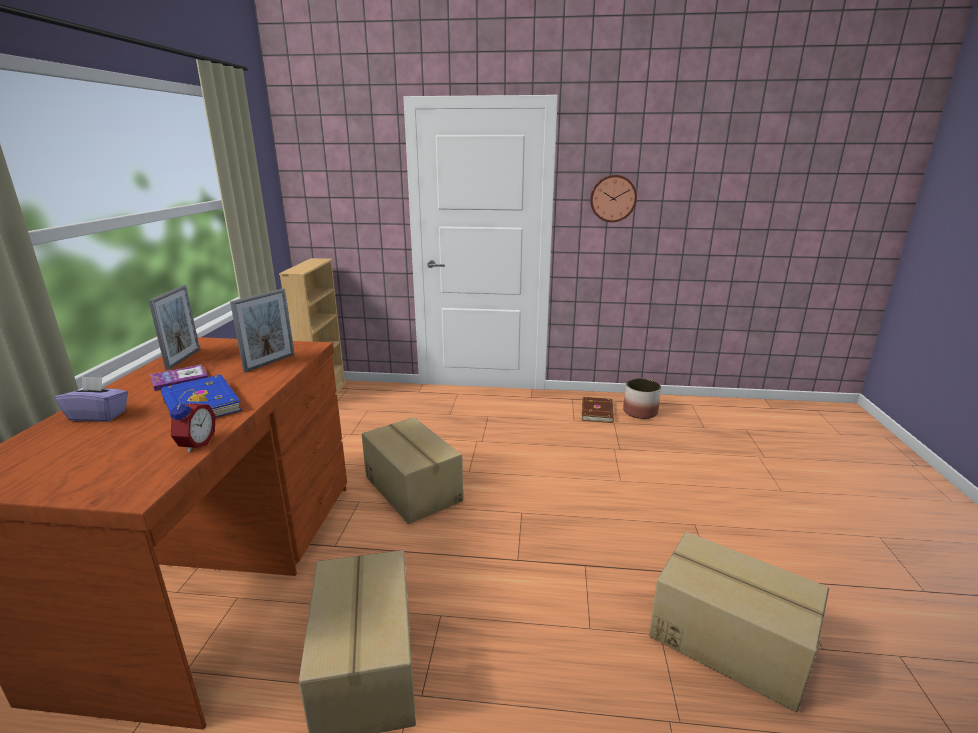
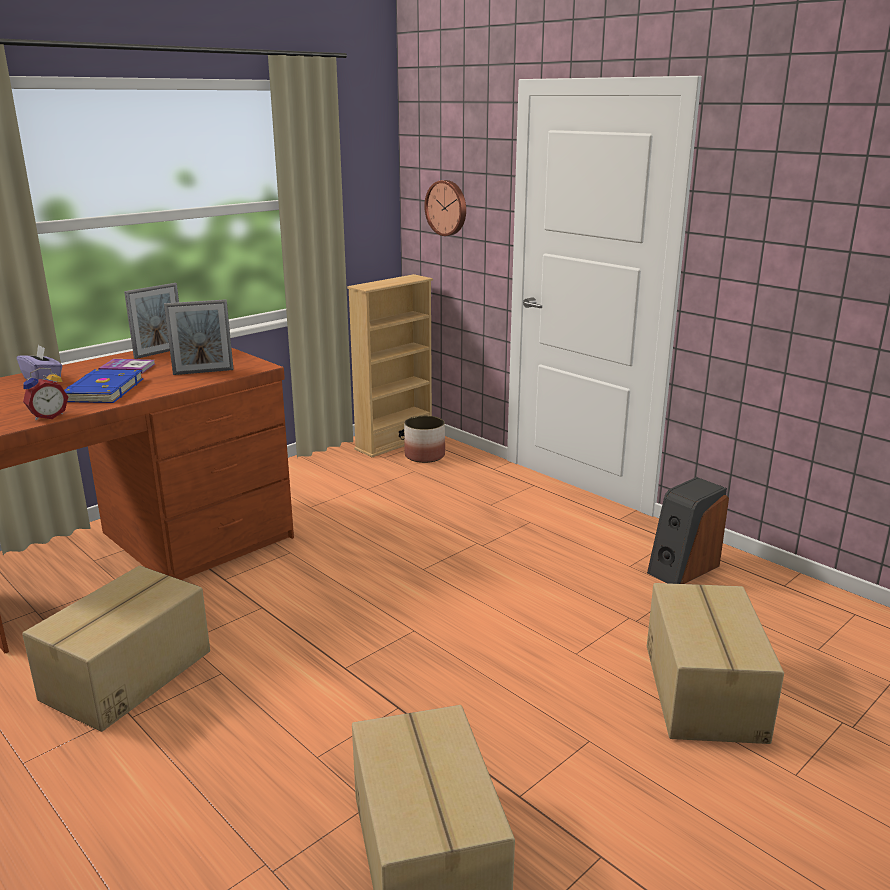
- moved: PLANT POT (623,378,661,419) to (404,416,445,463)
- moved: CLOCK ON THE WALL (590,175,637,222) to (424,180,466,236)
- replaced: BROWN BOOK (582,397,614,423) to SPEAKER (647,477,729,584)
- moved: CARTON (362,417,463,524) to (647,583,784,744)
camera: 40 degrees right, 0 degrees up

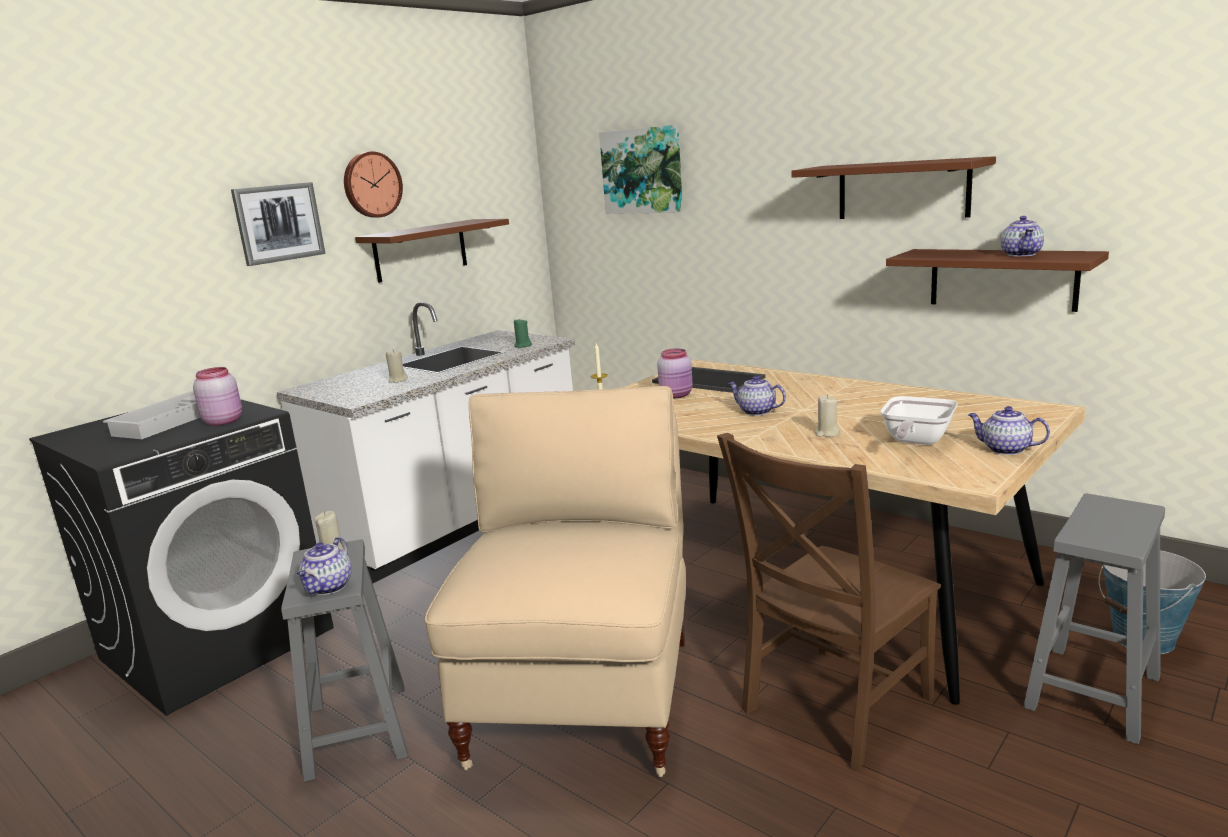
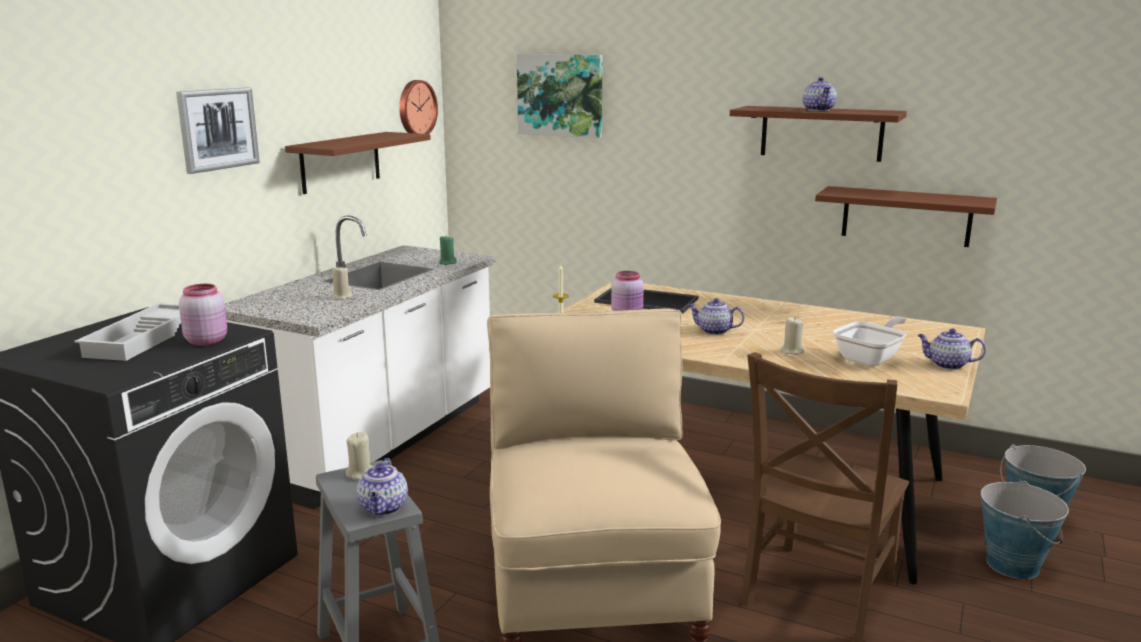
- moved: CLOCK ON THE WALL (344,151,403,218) to (399,80,438,134)
- moved: POT FOR TEA (1001,216,1044,256) to (803,77,837,111)
- turned: PAN (880,396,958,445) = (833,317,907,366) 150 degrees counterclockwise
- replaced: GREYISH STOOL (1023,494,1165,745) to BUCKET (981,481,1069,579)
camera: 15 degrees left, 0 degrees up

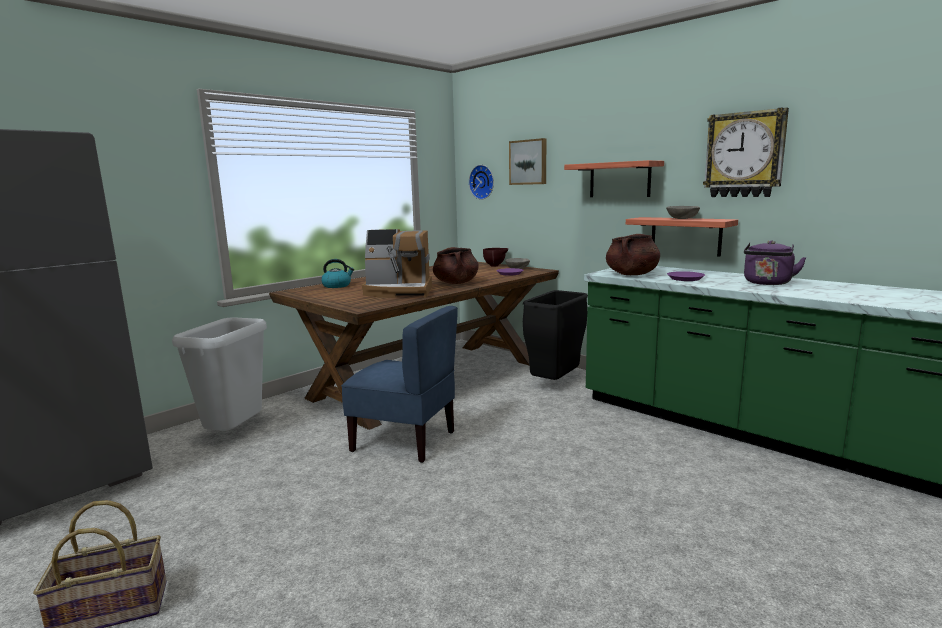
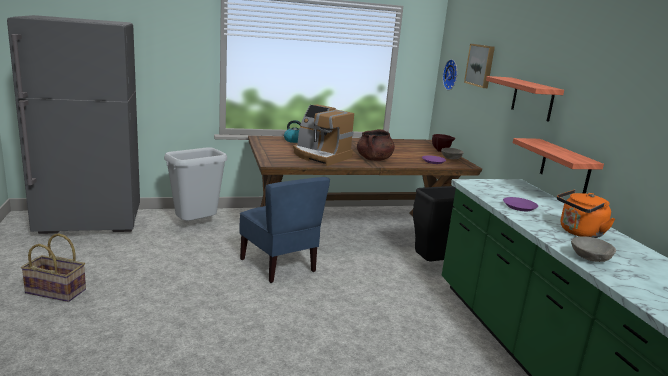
- recoloured: PURPLISH TEA KETTLE (744,240,807,285) to ORANGEY TEA KETTLE (557,190,615,238)
- moved: GREYISH BOWL (666,206,700,219) to (571,236,616,262)
- removed: BROWN SAUCEPOT (606,234,660,275)
- removed: CLOCK ON THE WALL (703,108,789,197)
camera: 30 degrees right, 5 degrees up

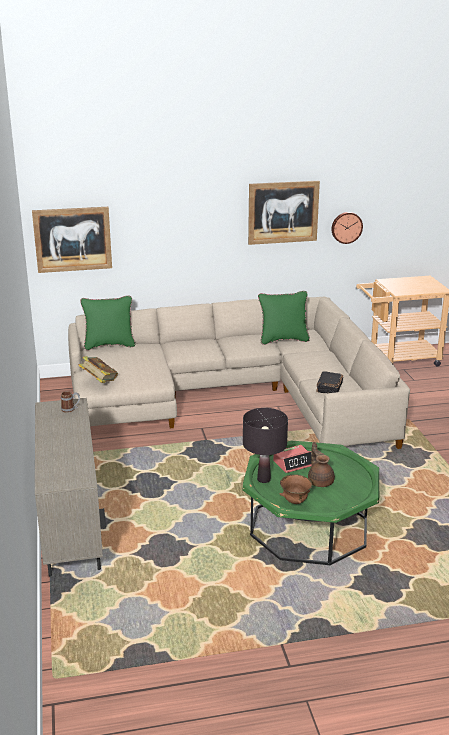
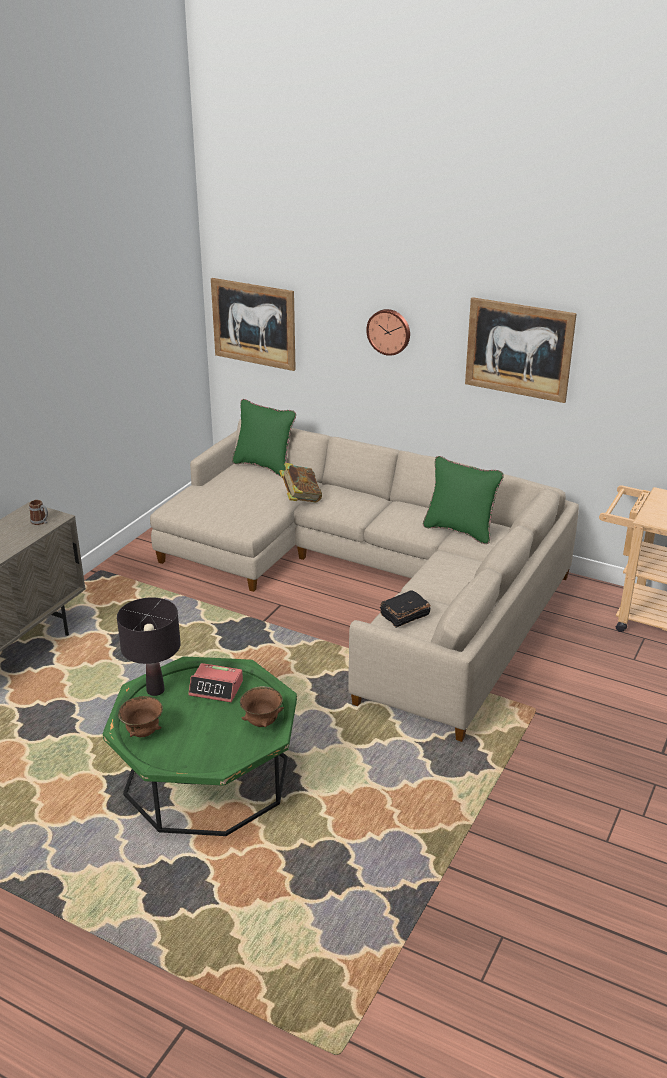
- added: BROWN BOWL (240,686,284,727)
- moved: BOOK (78,356,118,383) to (279,463,322,502)
- moved: CLOCK ON THE WALL (332,212,363,244) to (366,309,410,356)
- removed: BROWN POT FOR TEA (308,442,335,487)
camera: 40 degrees right, 5 degrees up

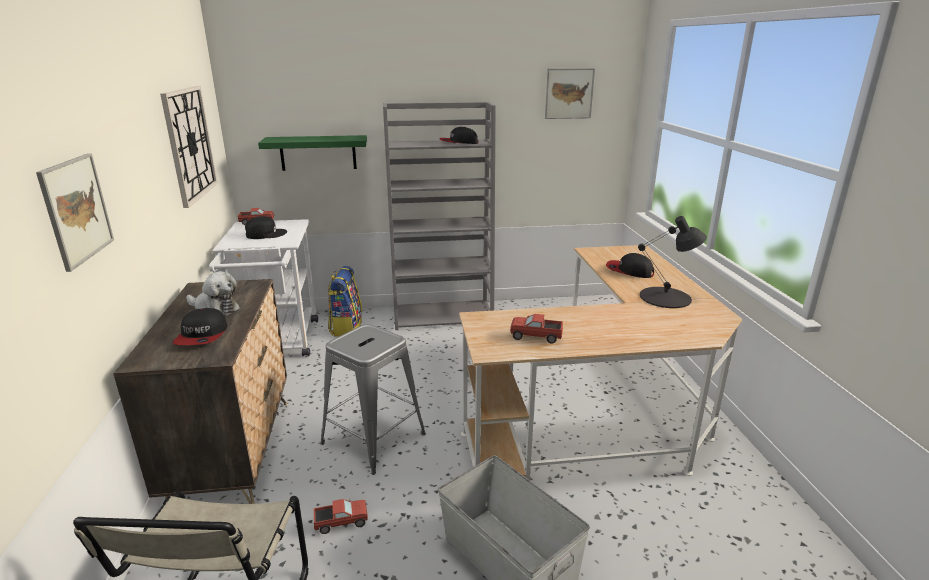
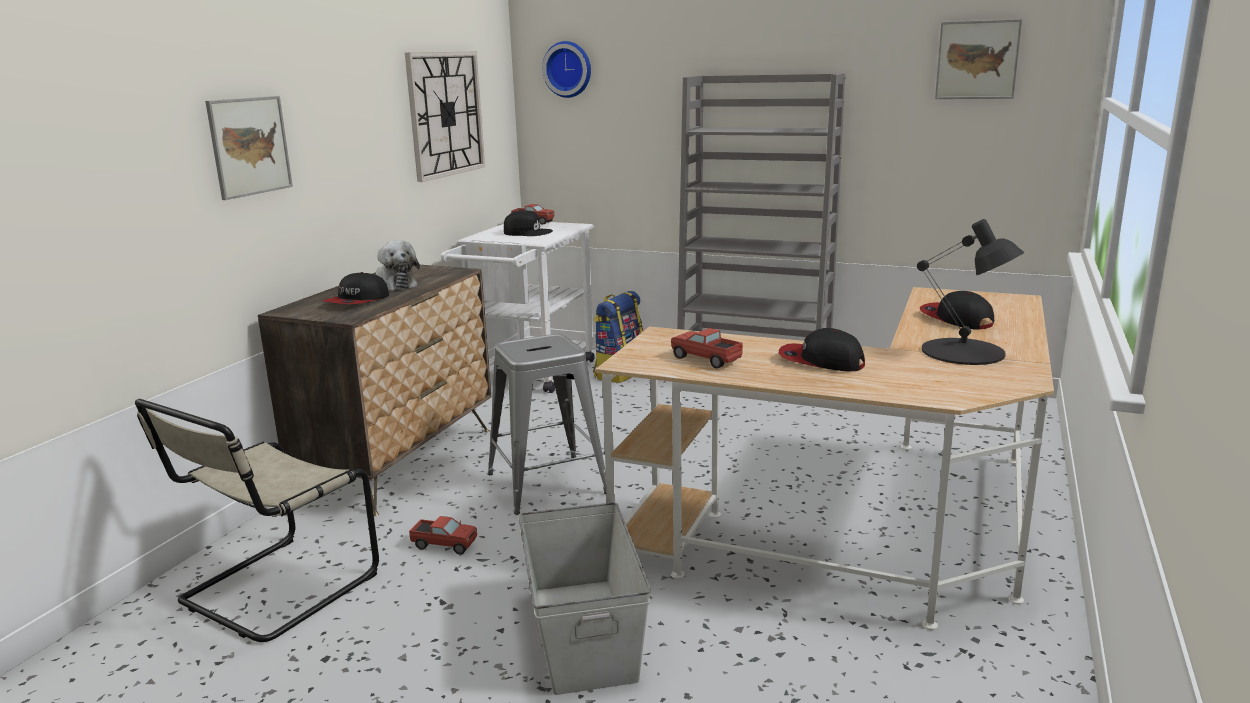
- added: CLOCK ON THE WALL (542,41,591,98)
- moved: BASEBALL CAP (439,127,479,144) to (779,328,865,371)
- removed: GREEN SHELF (258,135,367,171)
camera: 30 degrees right, 5 degrees down

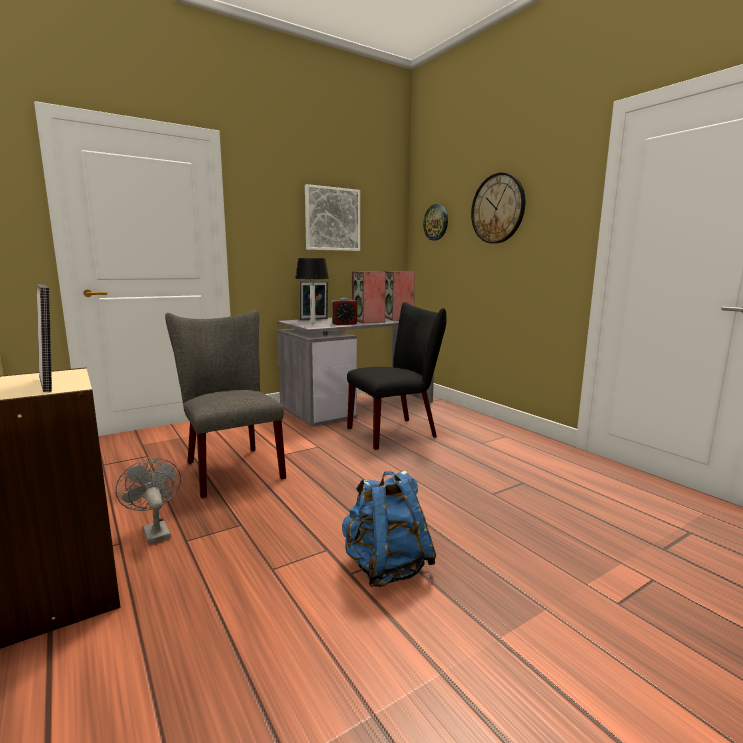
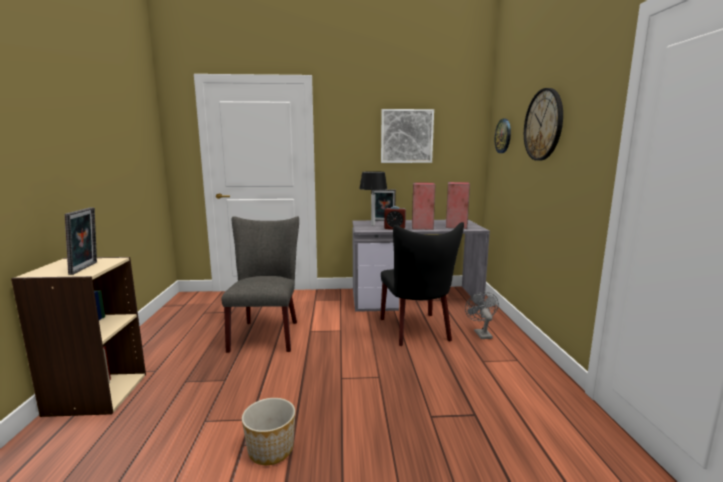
- replaced: BLUE-COLOURED BACKPACK (342,470,436,587) to PLANT POT (242,398,295,465)
- turned: BLACK UPRIGHT CHAIR (347,302,447,450) = (380,222,464,346) 75 degrees clockwise
- moved: GREYISH COOLING FAN (115,458,181,544) to (465,292,499,339)
camera: 30 degrees right, 0 degrees up

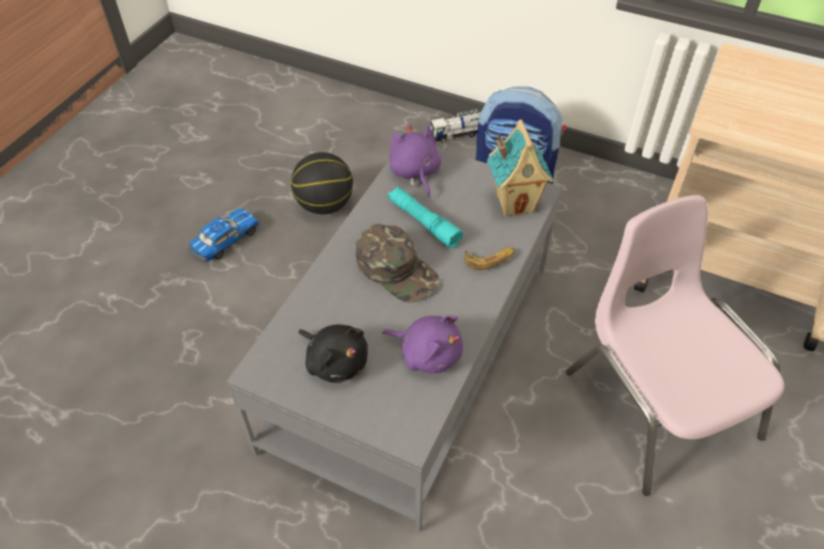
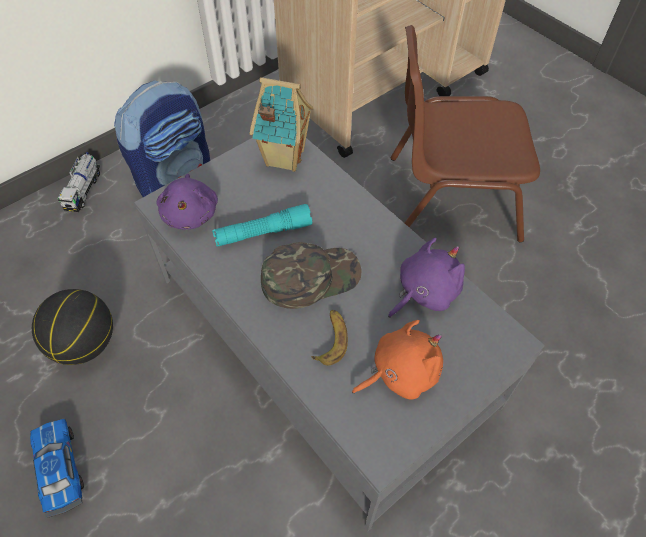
- turned: PURPLISH CUDDLY TOY (389,123,441,197) = (156,174,218,230) 105 degrees counterclockwise
- moved: WHOLE BANANA (465,247,515,270) to (311,310,348,366)
- recoloured: BLACK CUDDLY TOY (298,324,368,383) to ORANGEY CUDDLY TOY (352,320,443,400)
- recoloured: PINK UPRIGHT CHAIR (566,195,785,496) to BROWN UPRIGHT CHAIR (390,25,540,243)
camera: 65 degrees left, 5 degrees up

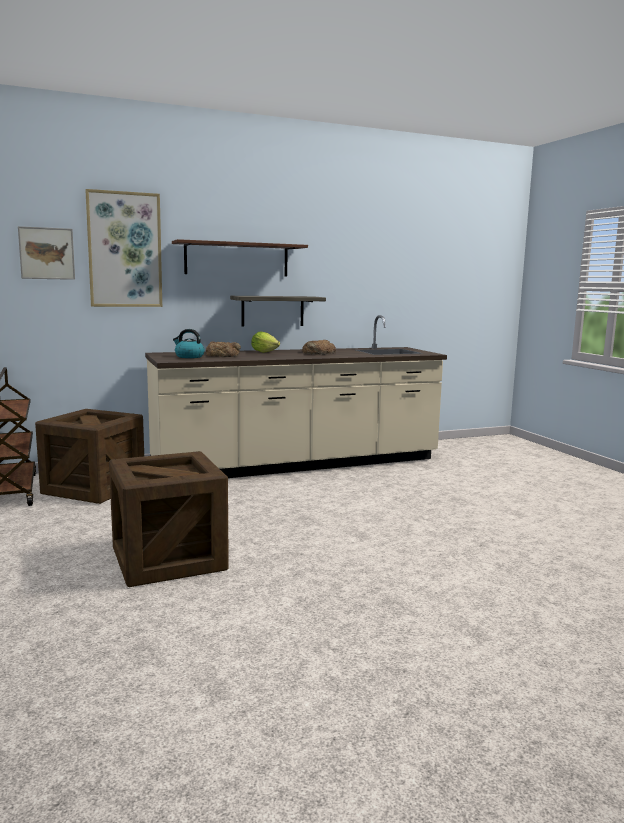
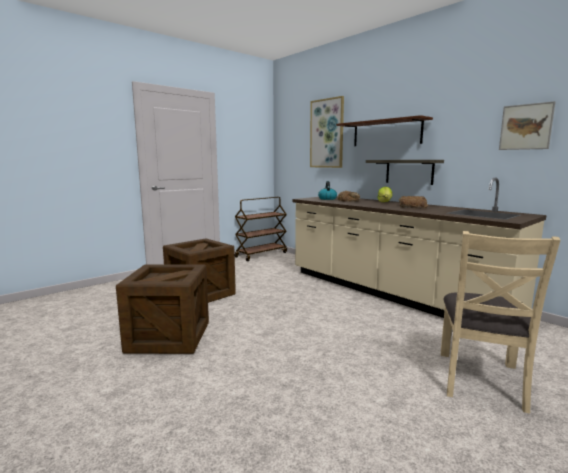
- moved: CRATE (35,409,144,504) to (116,265,209,354)
- added: BEIGE-COLOURED UPRIGHT CHAIR (441,231,561,414)
- moved: WALL PICTURE (18,226,75,280) to (499,101,555,150)
camera: 70 degrees right, 0 degrees up

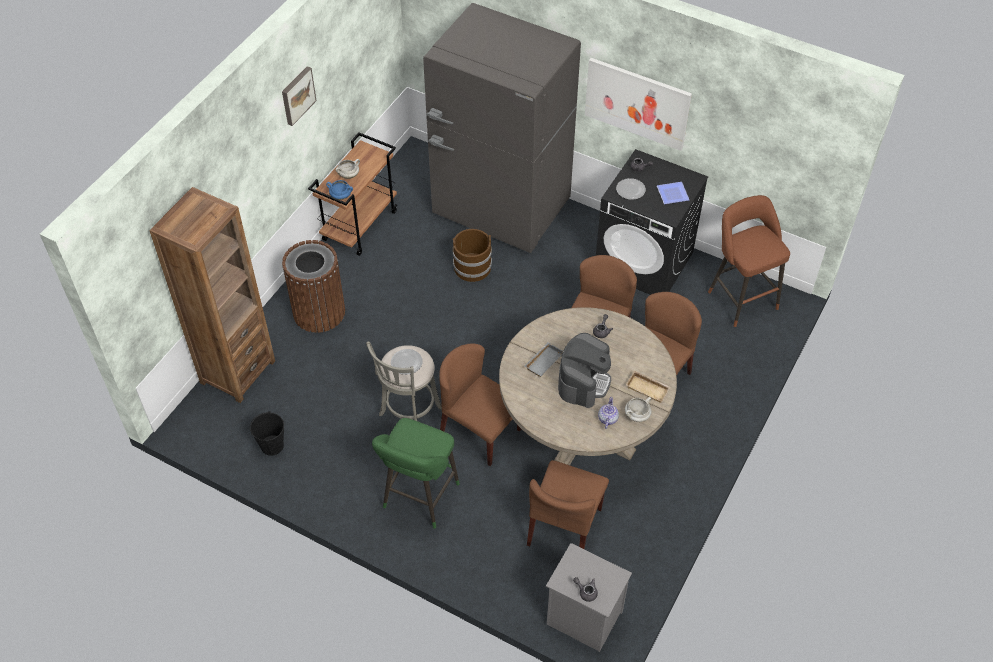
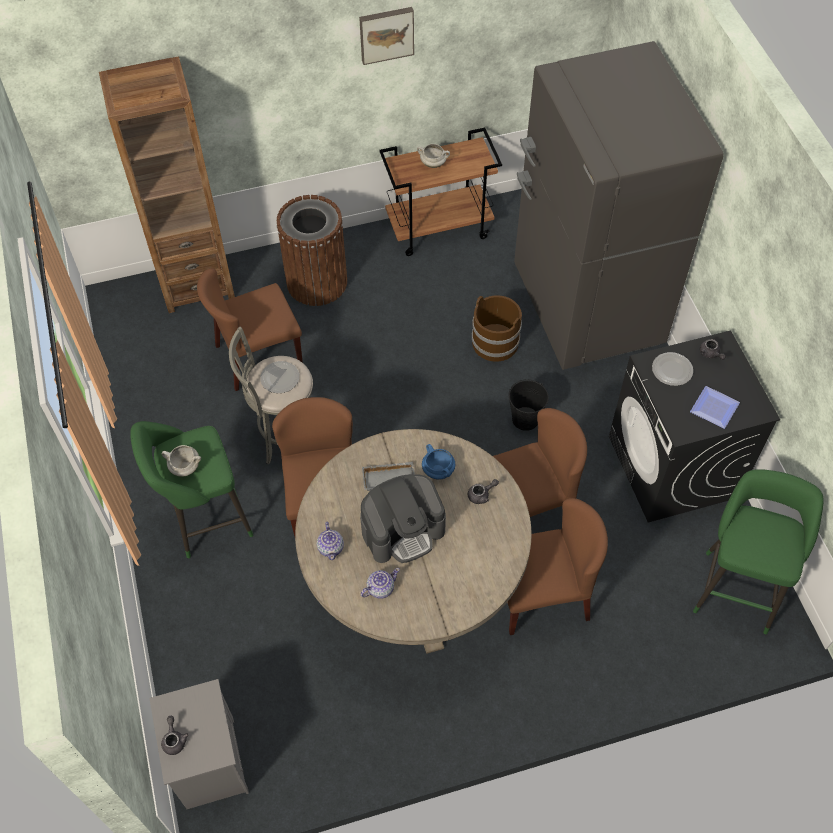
- moved: WHITE SAUCEPOT (625,397,652,422) to (162,445,201,477)
- moved: BROWN UPRIGHT CHAIR (527,460,609,549) to (197,268,303,391)
- added: POT FOR TEA (317,522,344,560)
- moved: BLUE-COLOURED SAUCEPOT (326,180,353,200) to (422,444,455,480)
- moved: BLACK BUCKET (250,411,284,456) to (509,379,549,431)
- recoloured: BROWN STOOL (708,195,790,327) to GREEN STOOL (693,469,823,634)
- removed: WALL PICTURE (585,58,692,151)
- removed: BEIGE-COLOURED CARRYING TRAY (626,370,670,403)
camera: 45 degrees right, 5 degrees up

